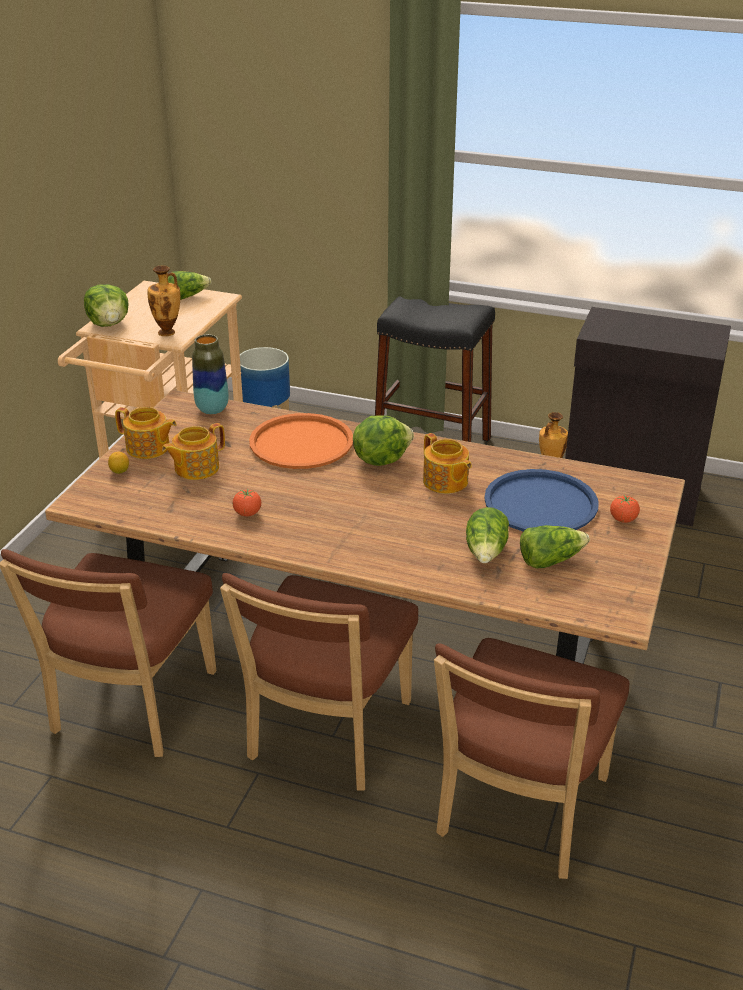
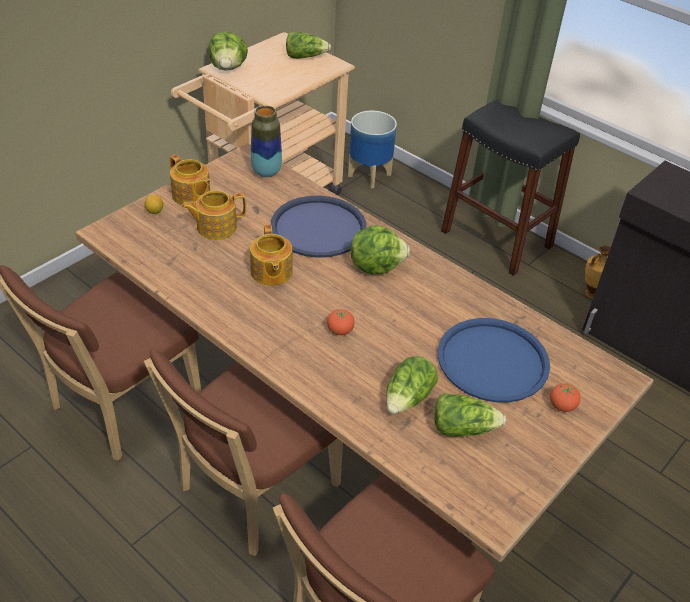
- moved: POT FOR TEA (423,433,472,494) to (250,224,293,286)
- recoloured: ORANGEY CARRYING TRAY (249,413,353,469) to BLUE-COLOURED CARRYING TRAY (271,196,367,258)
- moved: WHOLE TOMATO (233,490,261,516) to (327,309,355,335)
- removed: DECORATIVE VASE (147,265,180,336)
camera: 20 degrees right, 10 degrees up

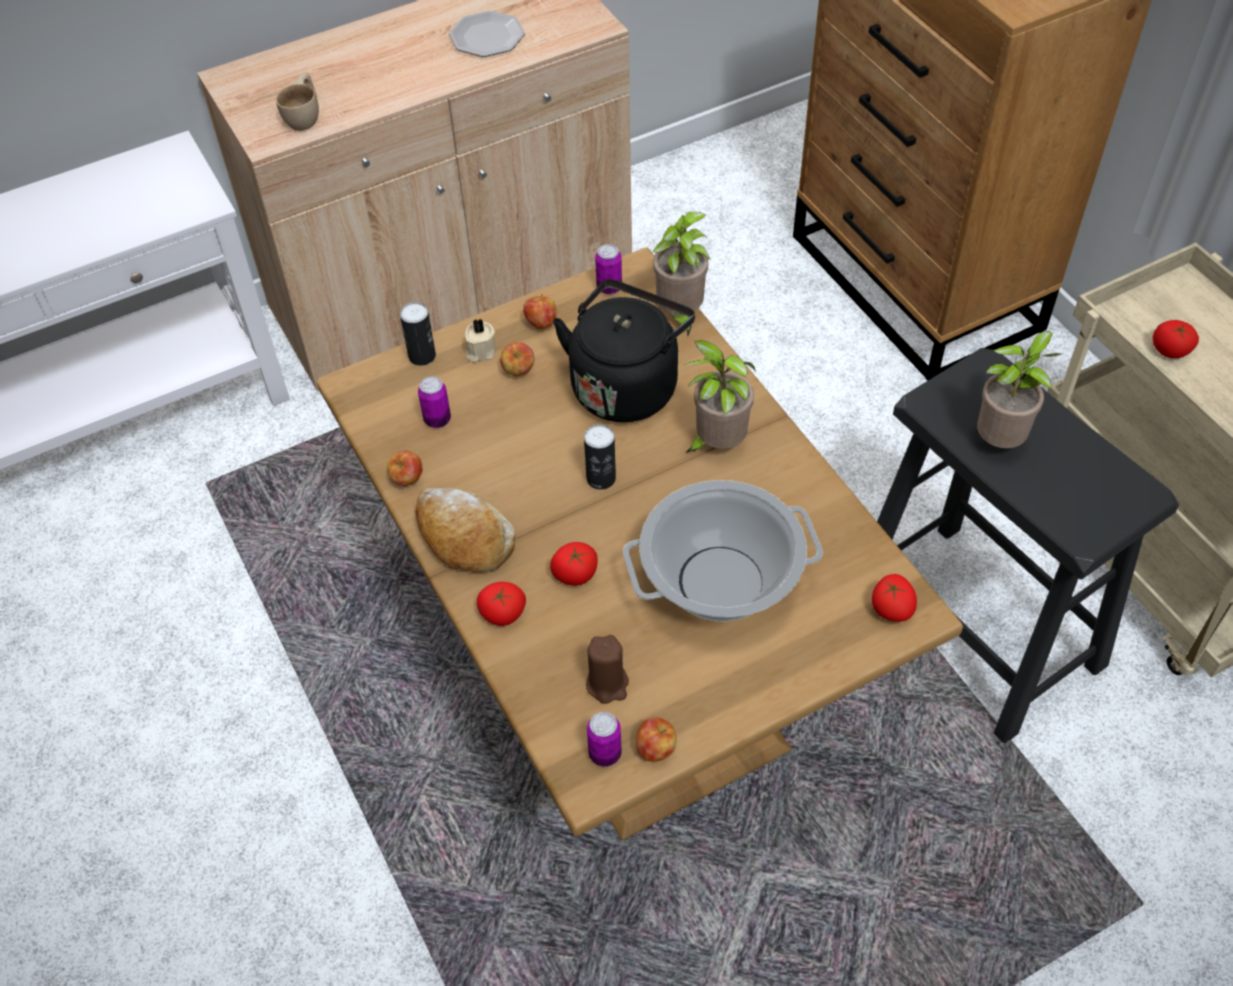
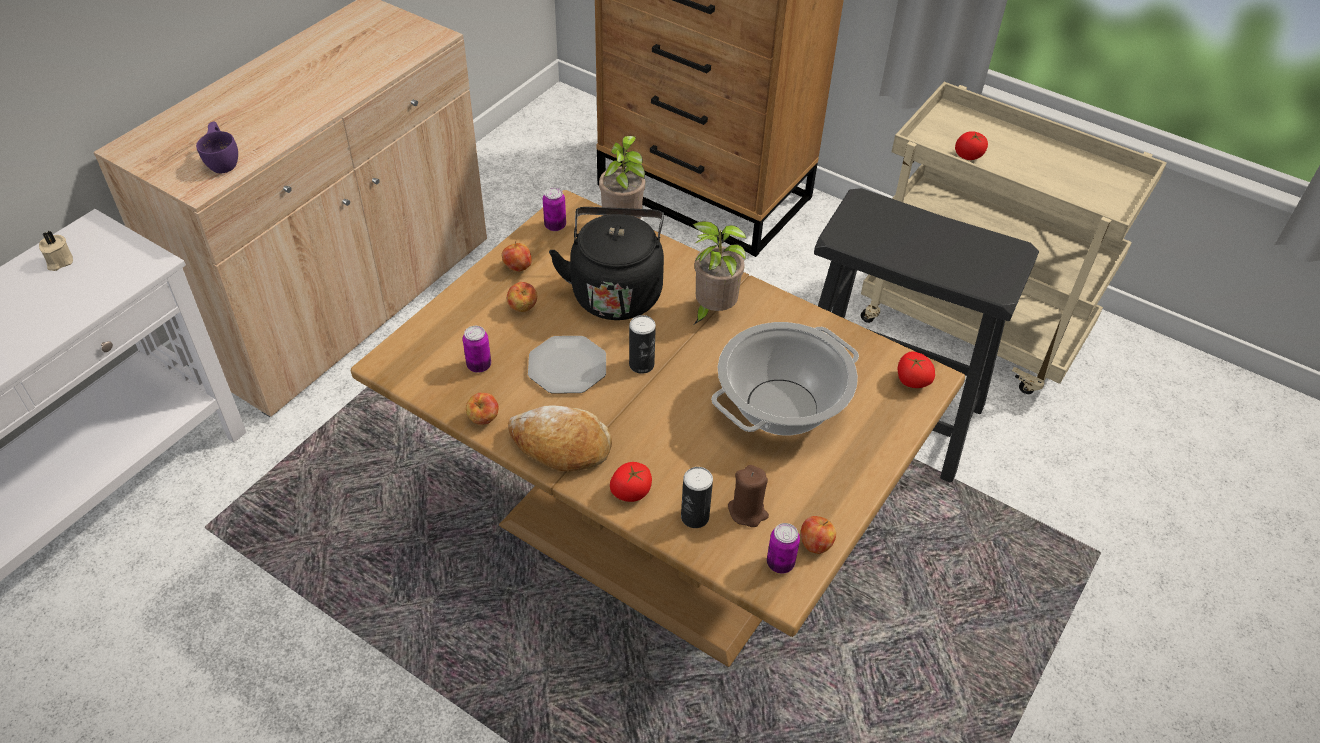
- moved: BEIGE-COLOURED WAX LIGHT (465,319,495,363) to (39,231,73,271)
- recoloured: BEIGE-COLOURED SMALL CUP (276,72,319,131) to PURPLISH SMALL CUP (196,121,238,174)
- moved: FLAT DISH (449,11,525,57) to (528,336,606,394)
- moved: CAN (400,302,436,366) to (681,467,713,528)
- removed: WHOLE TOMATO (550,542,598,586)
- removed: PLANT IN A POT (977,331,1061,448)
camera: 30 degrees left, 5 degrees down

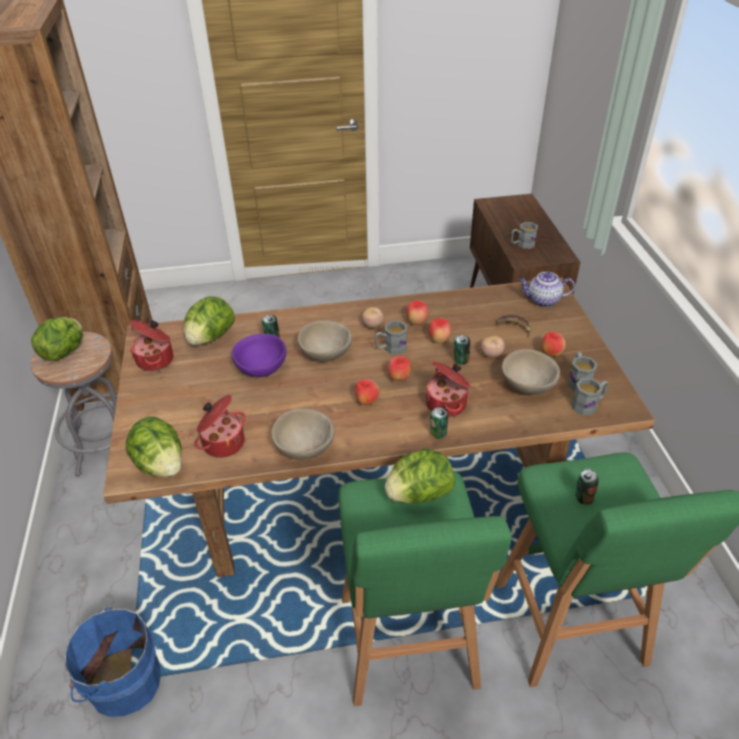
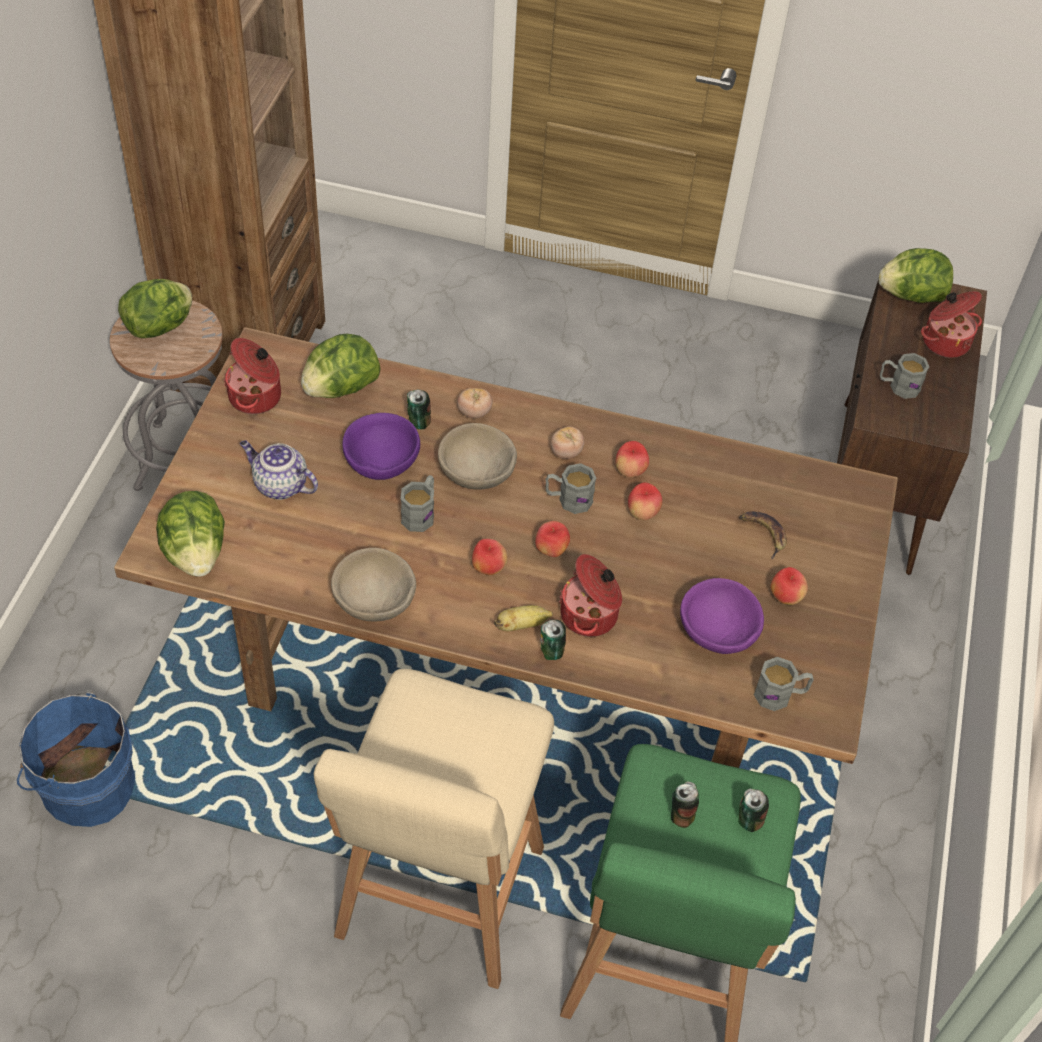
- moved: POT FOR TEA (519,272,575,307) to (240,440,318,500)
- recoloured: GREEN STOOL (338,471,511,706) to BEIGE-COLOURED STOOL (313,669,554,989)
- moved: GREYISH COFFEE MUG (567,352,597,391) to (401,475,434,532)
- moved: WHOLE TOMATO (481,336,505,358) to (457,388,493,418)
- added: WHOLE BANANA (494,605,553,632)
- recoloured: BEIGE-COLOURED BOWL (502,349,560,395) to PURPLISH BOWL (680,578,764,654)
- moved: CAN (453,335,470,365) to (738,788,769,832)
- moved: LETTUCE HEAD (385,449,455,504) to (879,248,953,303)
- moved: SAUCEPOT (194,395,246,458) to (921,291,982,358)
camera: 20 degrees right, 10 degrees up

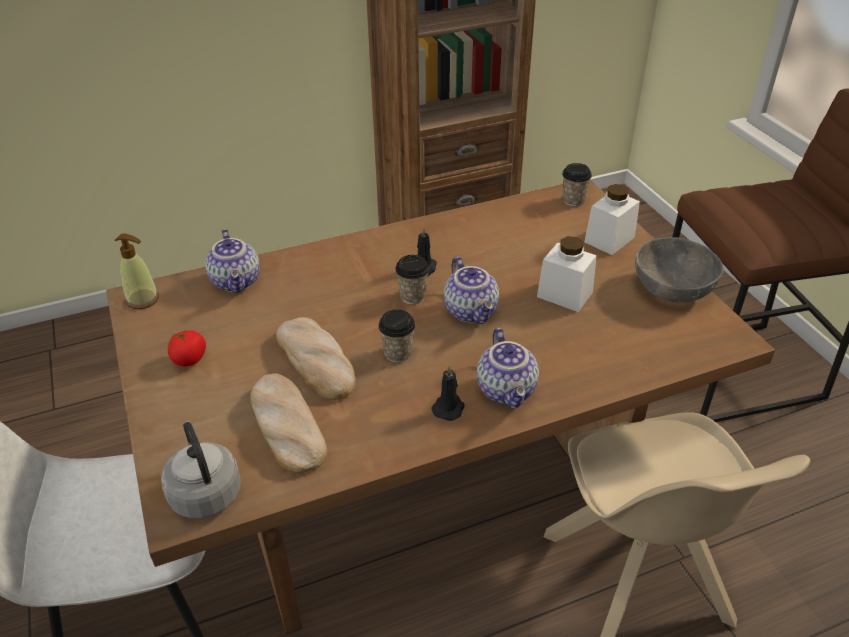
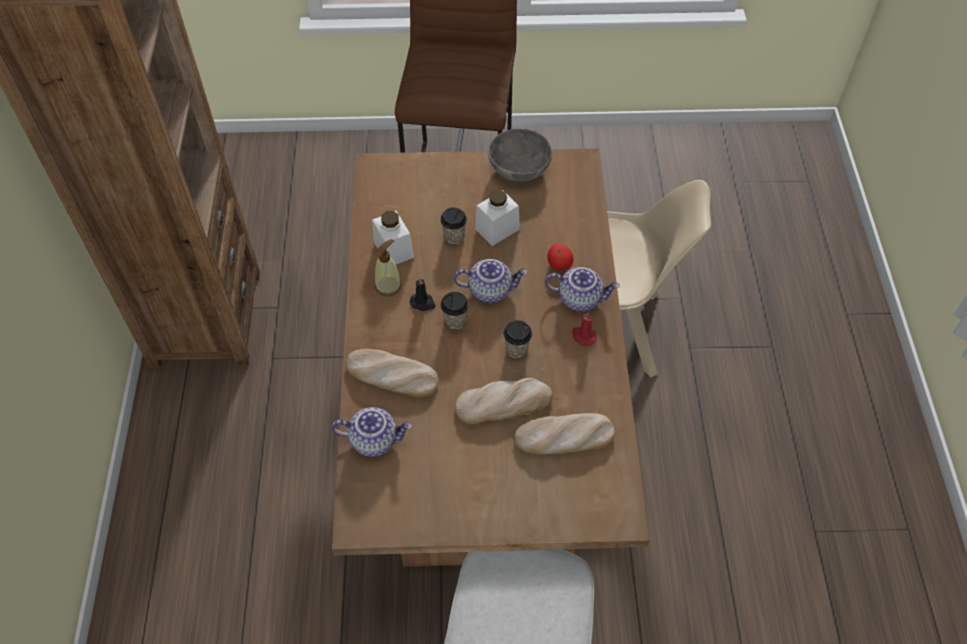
- added: BAKERY BREAD (346,349,439,397)
- moved: WHITE JAR (584,184,640,255) to (372,211,414,264)
- moved: LIQUID SOAP BOTTLE (115,233,159,309) to (375,239,402,296)
- moved: SMALL CUP (562,163,592,207) to (440,207,467,244)
- moved: WHOLE TOMATO (168,330,206,366) to (548,243,573,270)
- recoloured: BLACK WAX LIGHT (432,365,465,421) to RED-COLOURED WAX LIGHT (572,312,597,347)
- removed: GREYISH TEA KETTLE (161,421,241,519)
camera: 70 degrees left, 15 degrees up

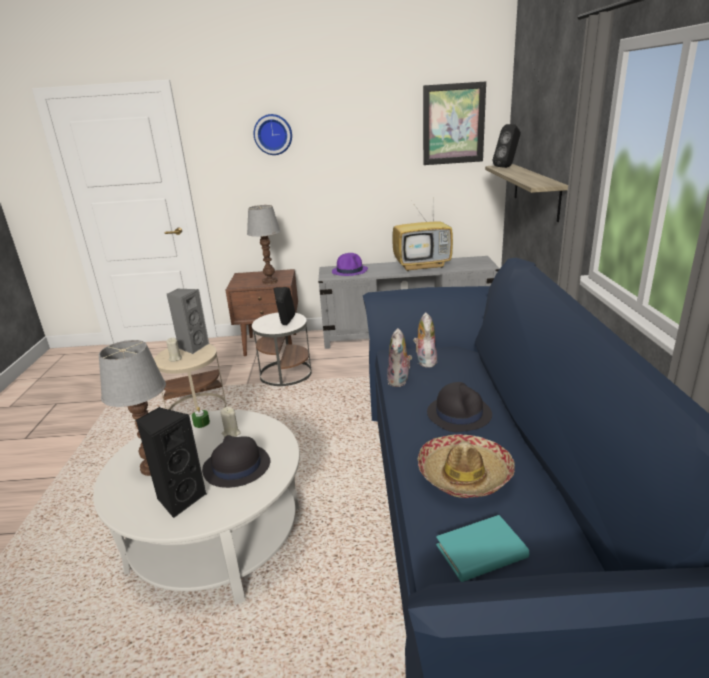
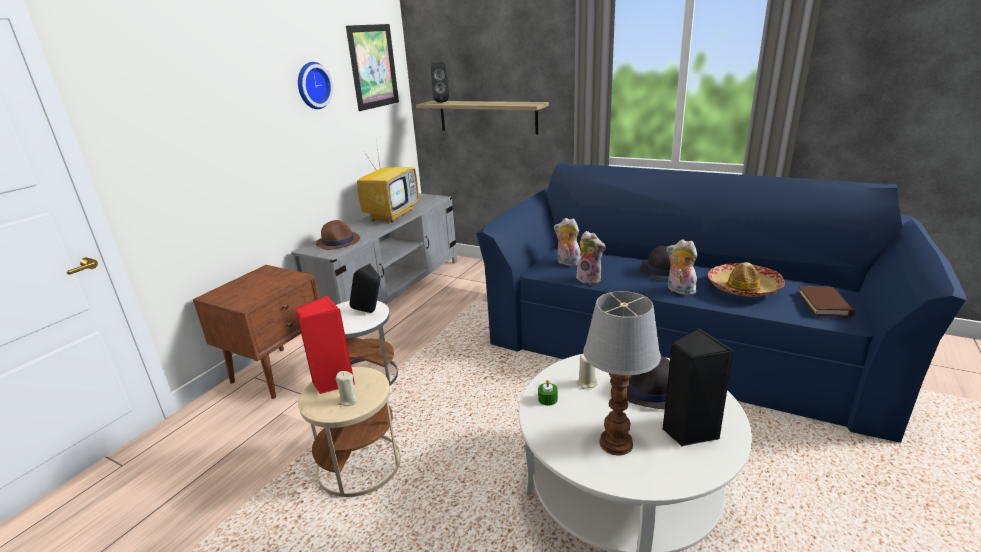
- recoloured: GREYISH SPEAKER (167,288,209,354) to RED-COLOURED SPEAKER (295,295,355,394)
- moved: CLOCK ON THE WALL (254,114,292,155) to (298,62,333,109)
- recoloured: PURPLISH WEARABLE HAT (332,253,368,276) to BROWN WEARABLE HAT (316,220,360,250)
- added: CUDDLY TOY (667,239,698,295)
- recoloured: TURQUOISE BOOK (436,515,529,582) to BROWN BOOK (797,286,854,317)
- removed: LAMP FOR A TABLE (247,205,280,284)
camera: 60 degrees left, 0 degrees up

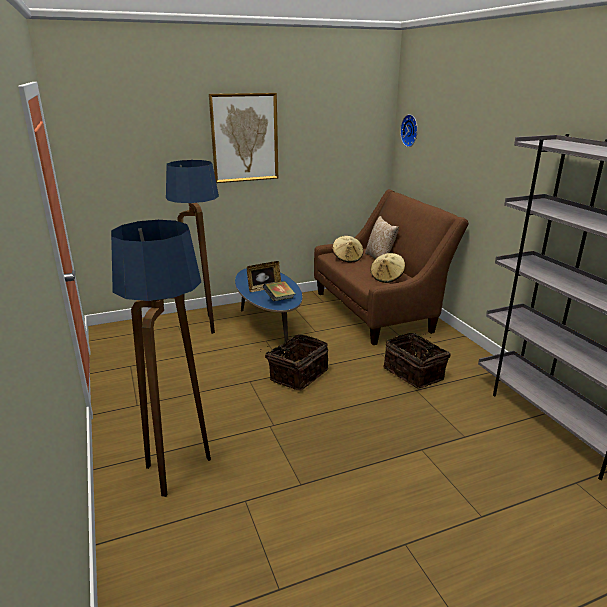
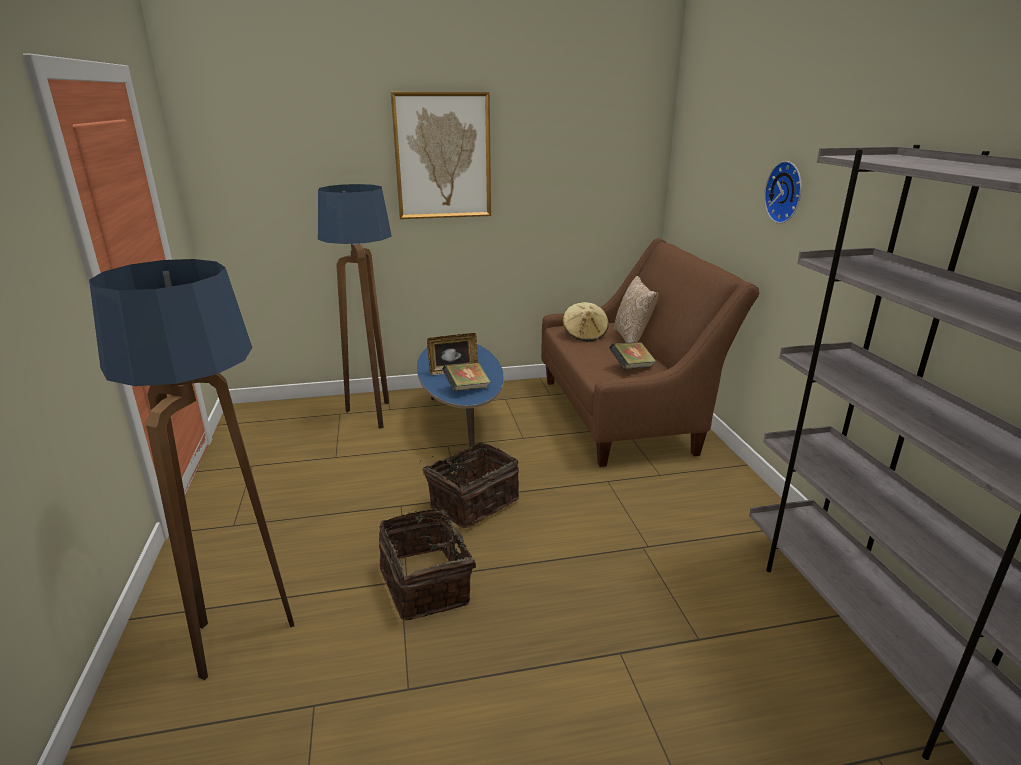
- moved: HOUSEHOLD BASKET (383,333,450,388) to (379,508,476,620)
- replaced: BEIGE-COLOURED WEARABLE HAT (370,253,405,283) to BOOK (609,342,656,369)
- moved: CLOCK ON THE WALL (400,114,418,147) to (764,161,802,223)
camera: 10 degrees right, 0 degrees up

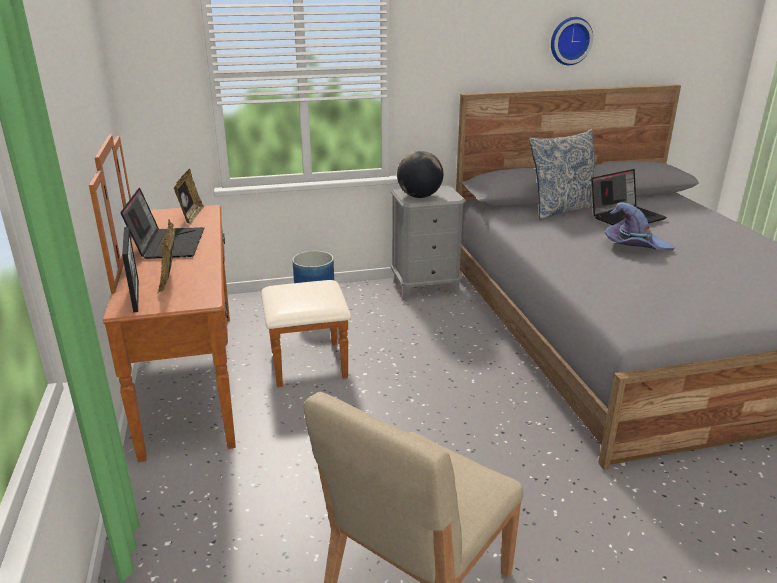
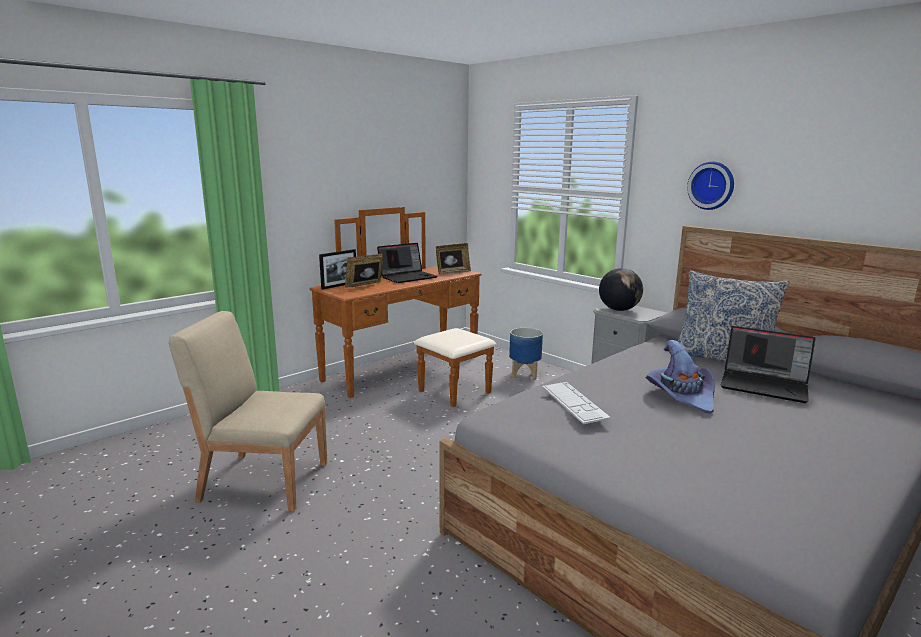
- added: PC KEYBOARD (542,382,611,424)
- moved: CLOCK ON THE WALL (551,17,593,65) to (687,162,734,210)
camera: 60 degrees right, 10 degrees down

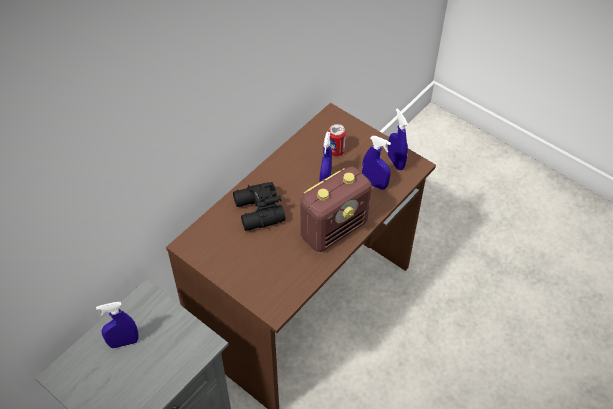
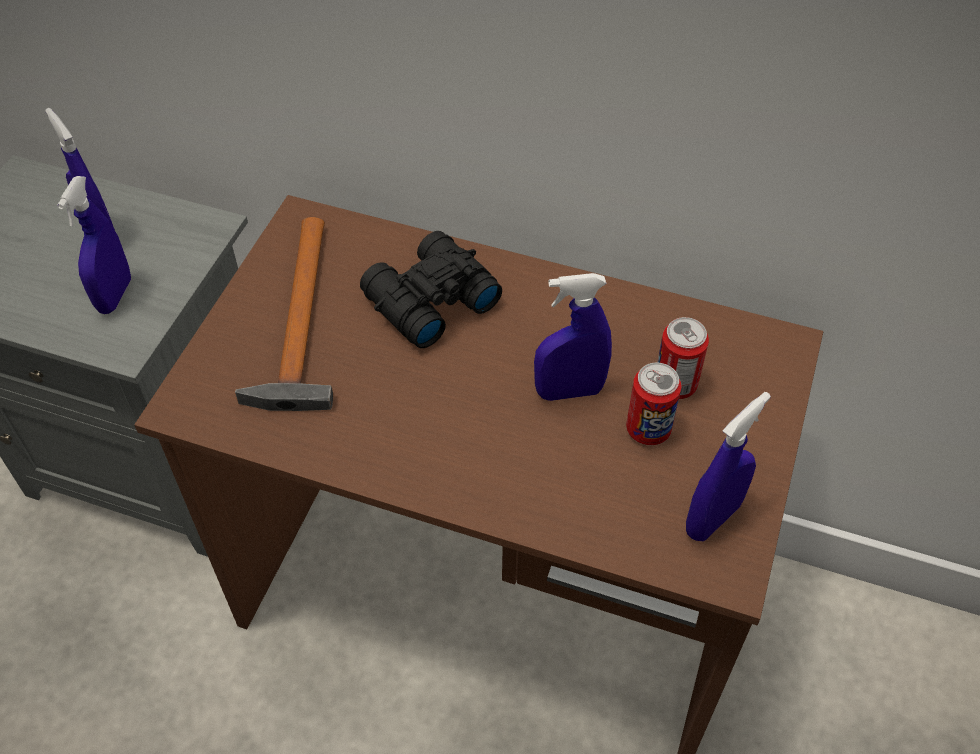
- moved: BLUE-COLOURED HAND SPRAYER (362,136,391,190) to (57,176,131,314)
- added: HAND HAMMER (235,217,333,411)
- added: CAN (626,363,681,445)
- removed: RADIO (300,167,371,252)
camera: 70 degrees right, 0 degrees up

